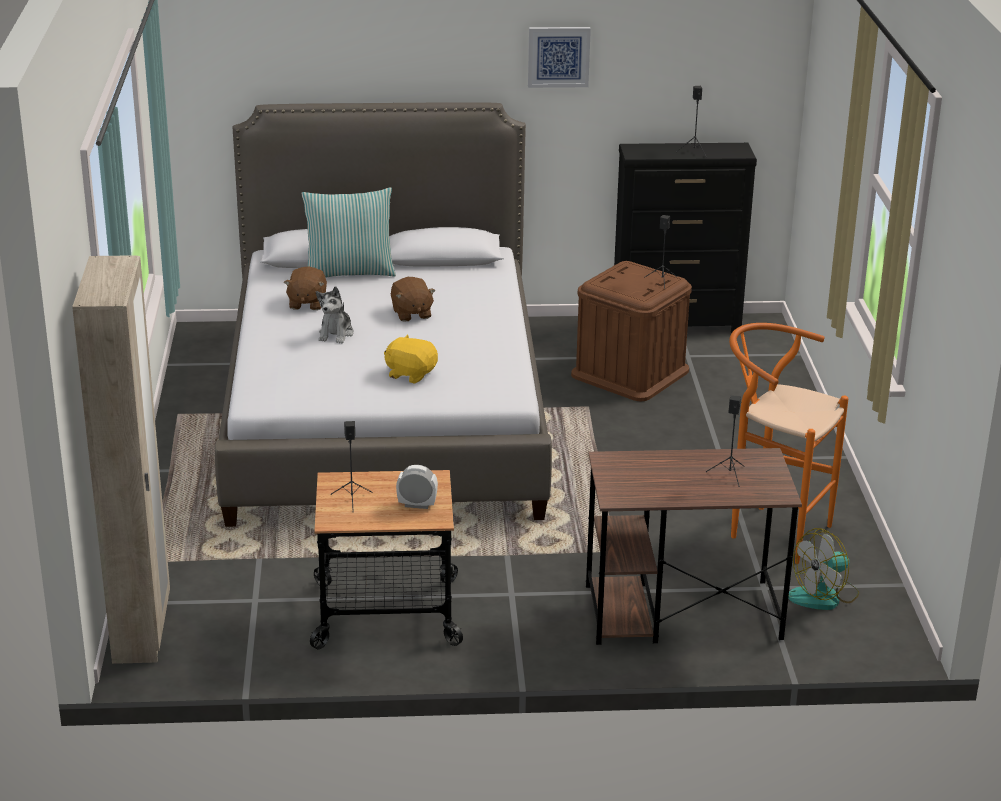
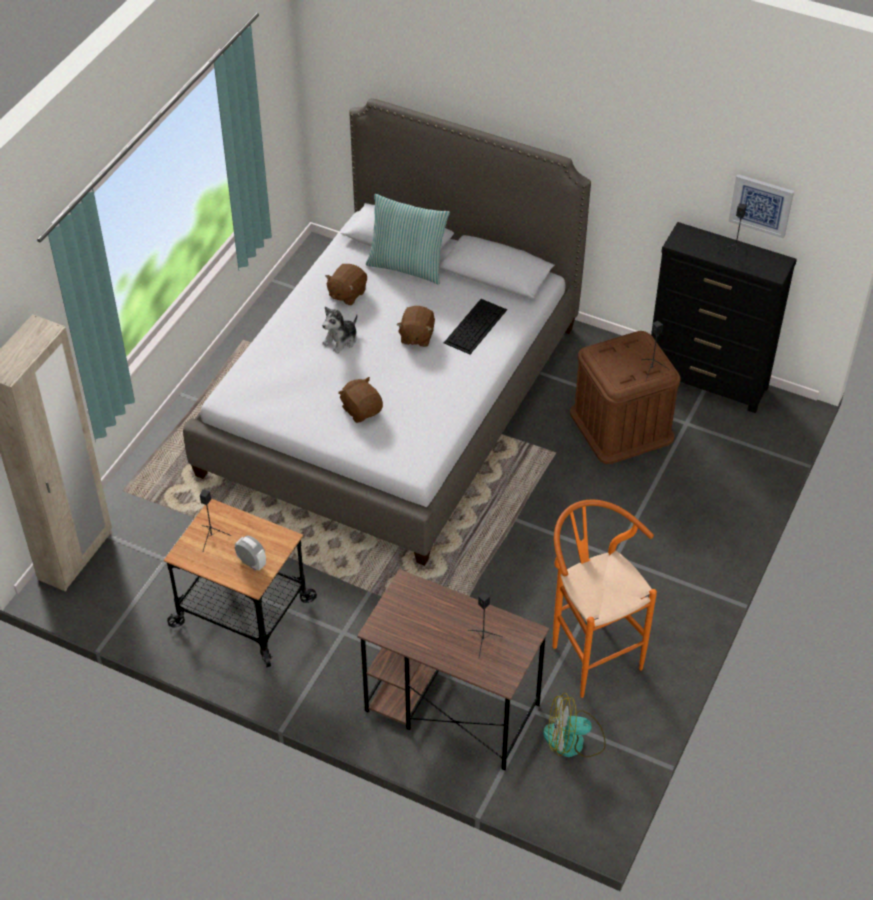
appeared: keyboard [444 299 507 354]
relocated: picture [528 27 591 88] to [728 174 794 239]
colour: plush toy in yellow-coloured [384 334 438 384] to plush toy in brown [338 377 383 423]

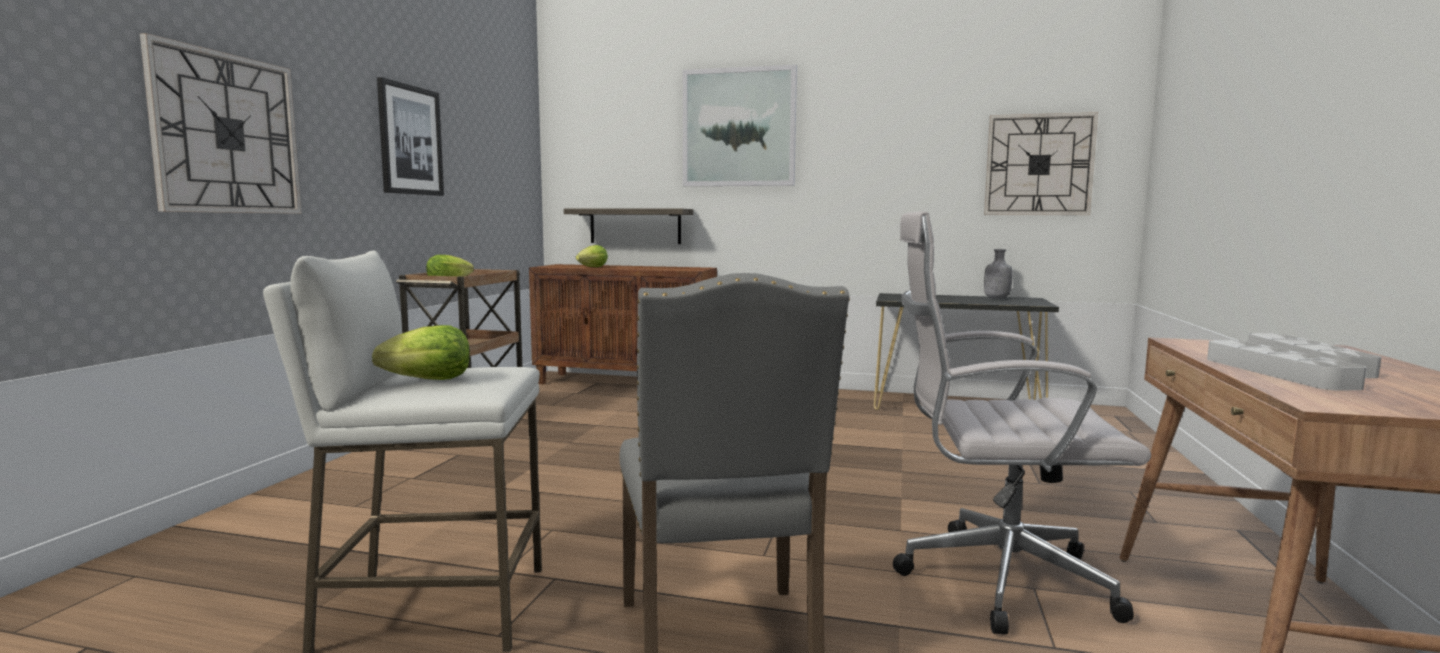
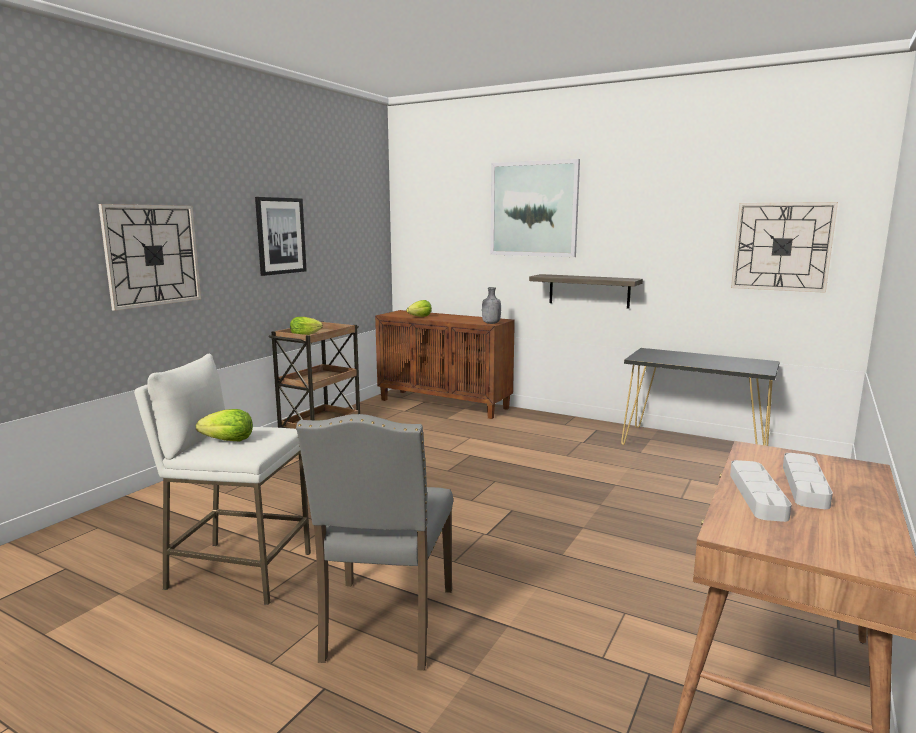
missing: desk chair in white-coloured [893 211 1151 635]
relocated: wall shelf [564 208 693 244] to [529 274 643 309]; drink bottle in greyish [984 249 1013 299] to [482 287 501 324]

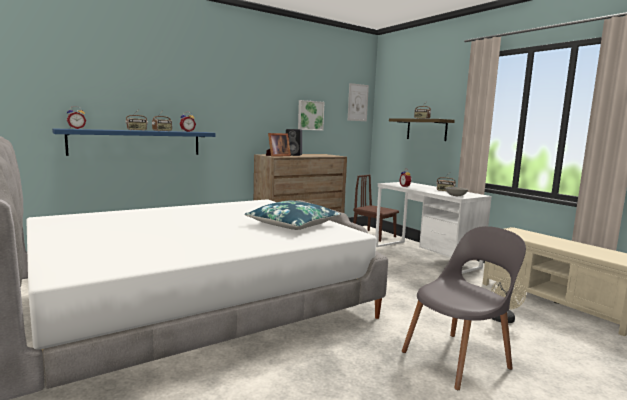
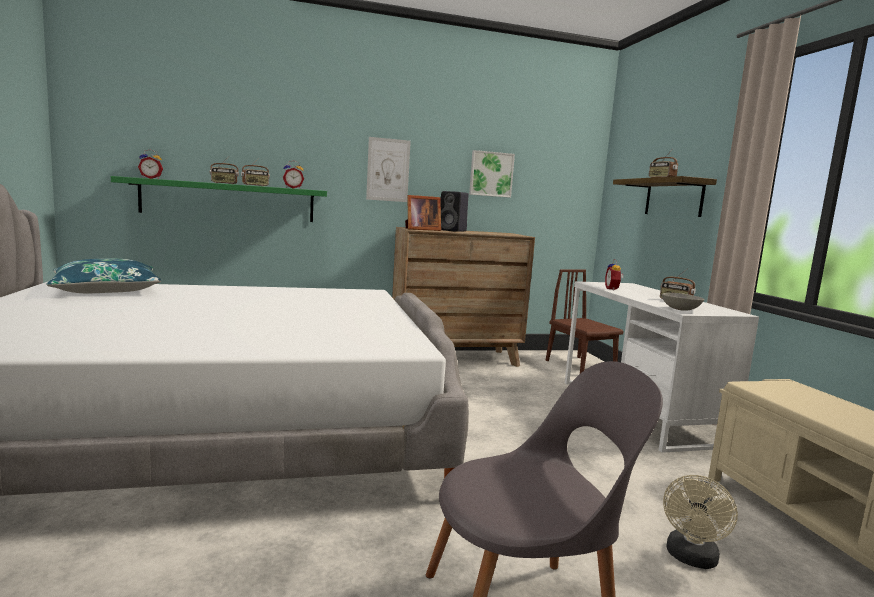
relocated: pillow in bluish [245 200 341 230] to [47 259 161 293]; picture [348 83 369 121] to [366 137 411 202]
colour: wall shelf in bluish [52 128 215 156] to wall shelf in greenish [111 176 327 222]

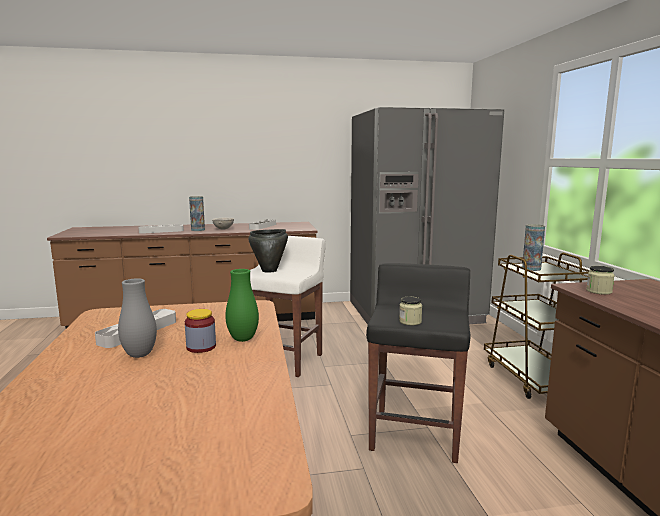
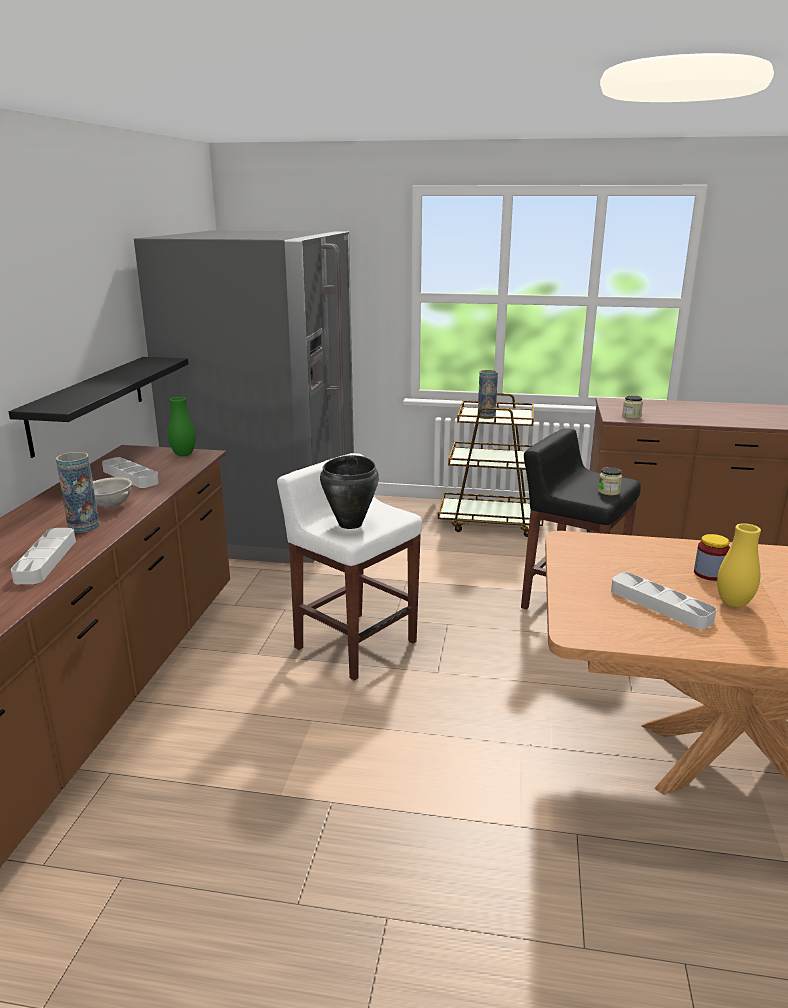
appeared: wall shelf in blackish [9 357 189 458]
relocated: decorative vase in greenish [225 269 259 342] to [168 397 196 456]
colour: decorative vase in greyish [118 278 157 358] to decorative vase in yellow-coloured [717 523 761 607]

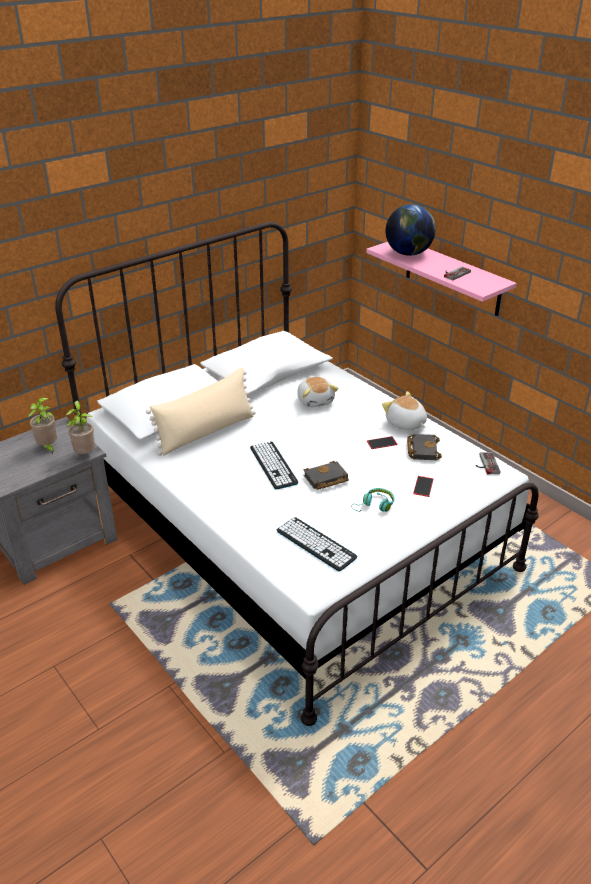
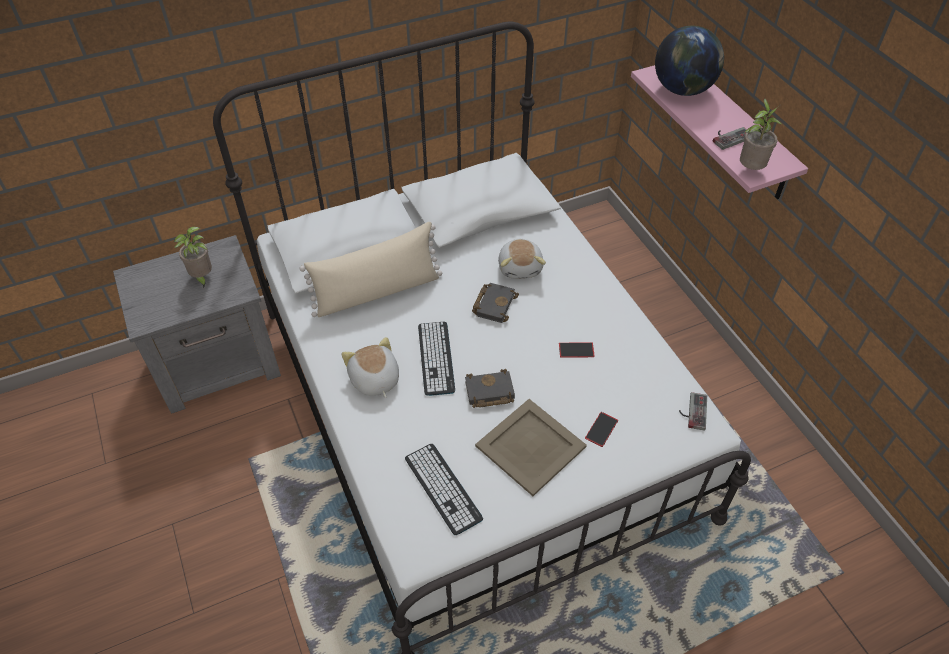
relocated: potted plant [66 401 95 454] to [740 99 781 170]; plush toy [382 391 427 430] to [342 337 399 398]; book in blackish [407 434 442 460] to [472 283 519 323]
exchanged: headset in turquoise-coloured [351 488 394 512] to tray in beige-coloured [475 399 587 496]

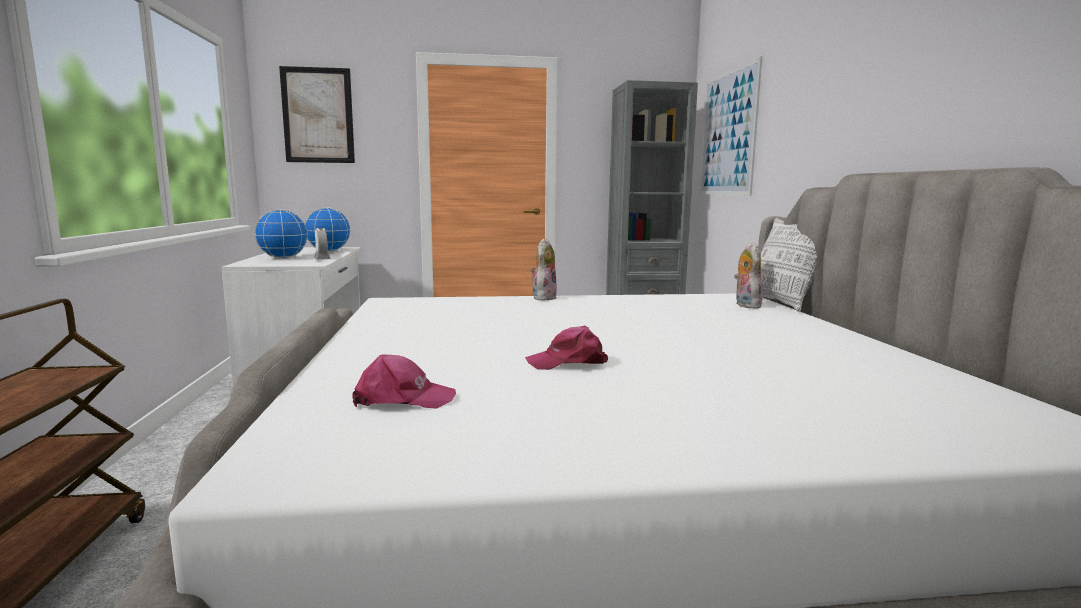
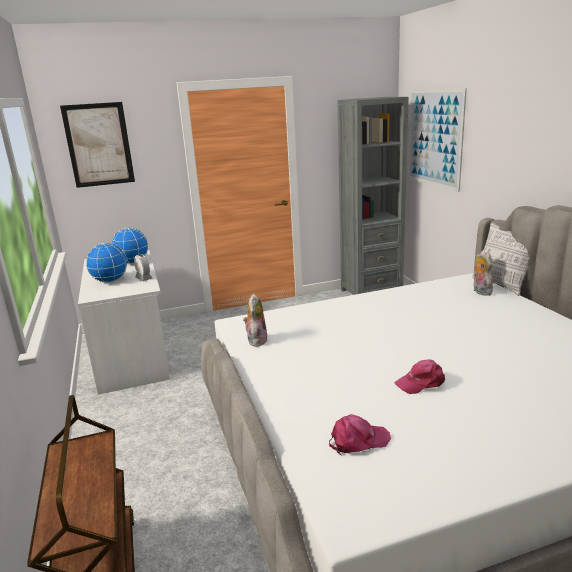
relocated: plush toy [530 238 557 301] to [243 294 268 347]

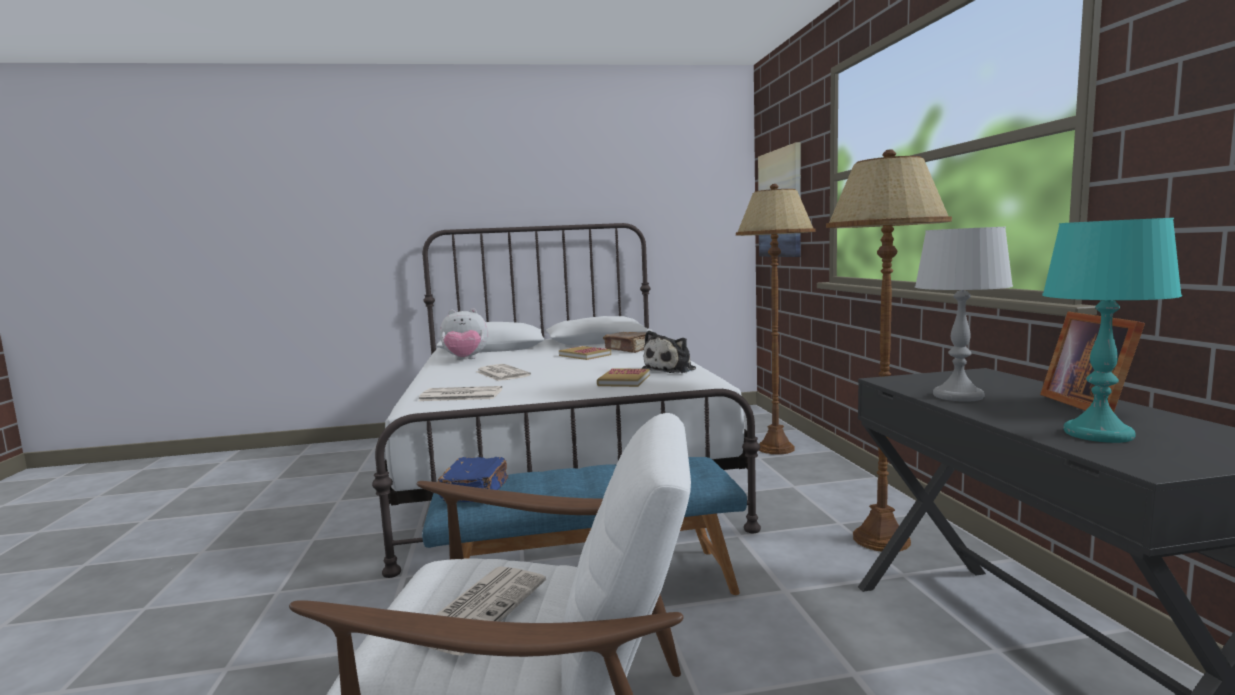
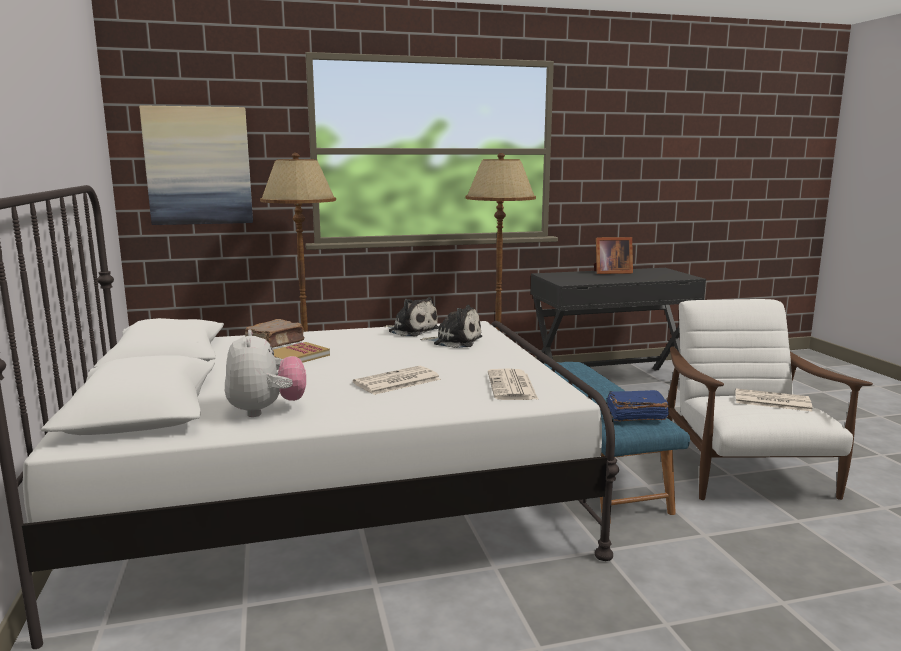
missing: lamp for a table in greyish [915 227 1013 402]; lamp for a table in turquoise-coloured [1042 218 1182 443]
exchanged: book [597 368 650 387] to plush toy [420 305 482 348]

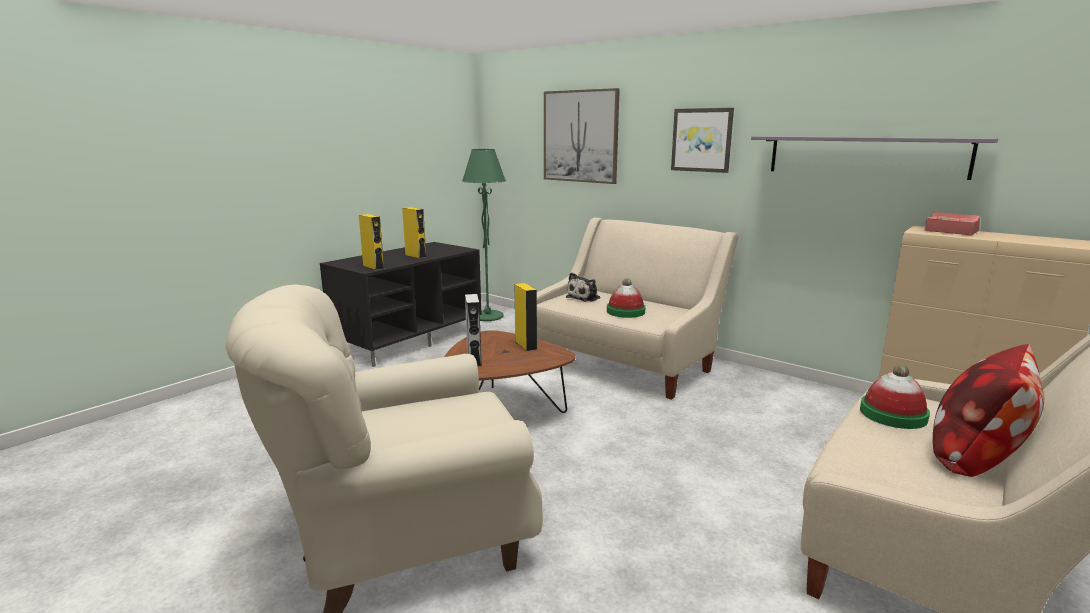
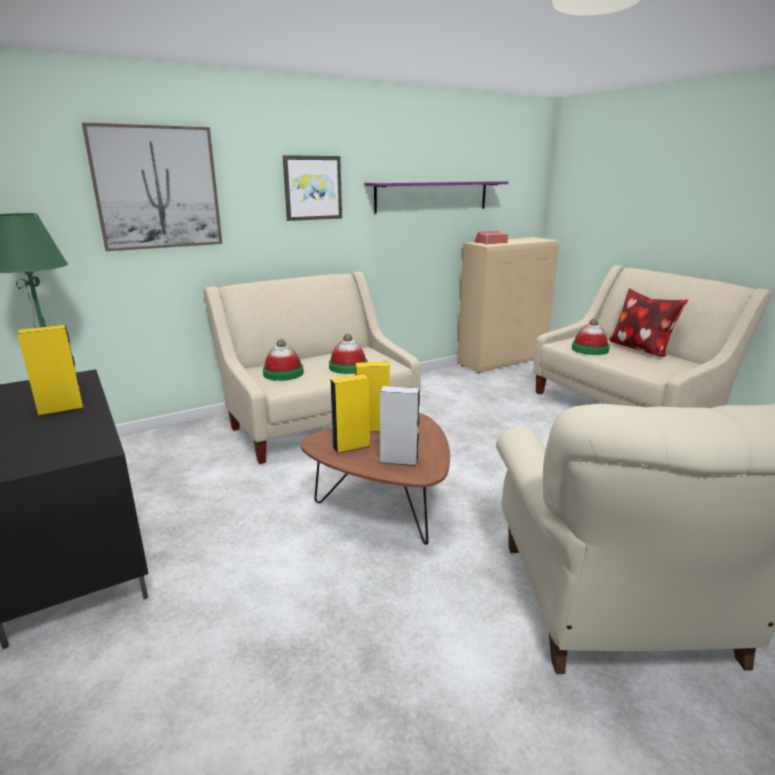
relocated: loudspeaker in yellow-coloured [359 214 384 270] to [331 374 371 453]
exchanged: plush toy [566 273 600 302] to hat [263 339 304 381]
colour: wall shelf in greyish [751 136 998 180] to wall shelf in purple [364 181 508 214]

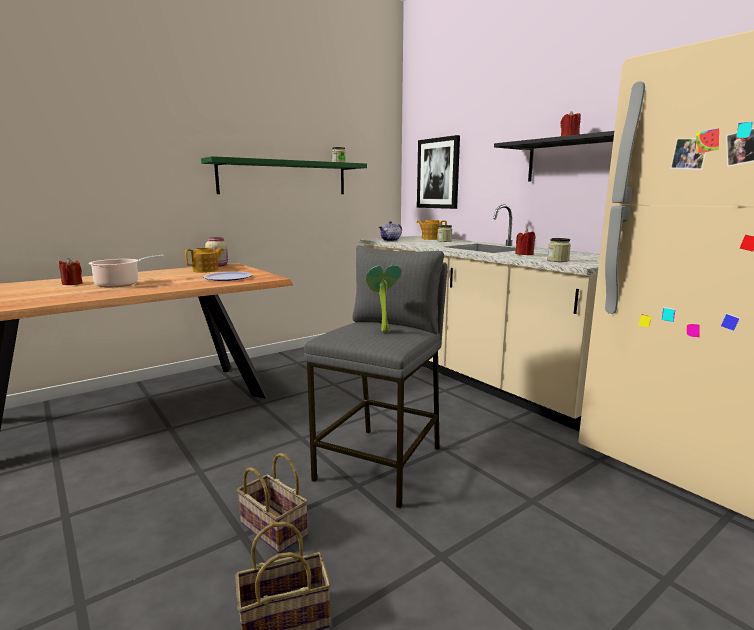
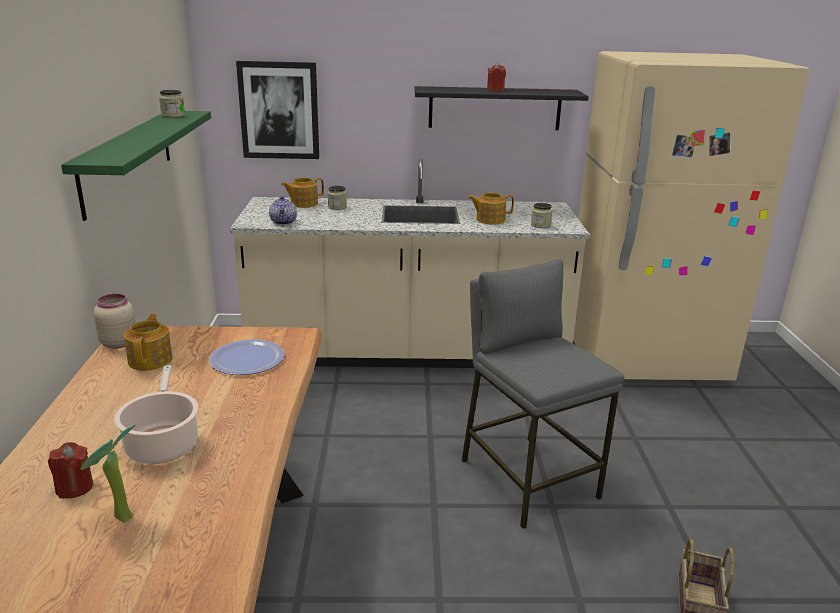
missing: basket [237 453 308 554]
relocated: potted plant [366 265 402 332] to [81 424 135 523]
exchanged: wax light in red-coloured [515 229 535 255] to teapot [468 193 514 225]

